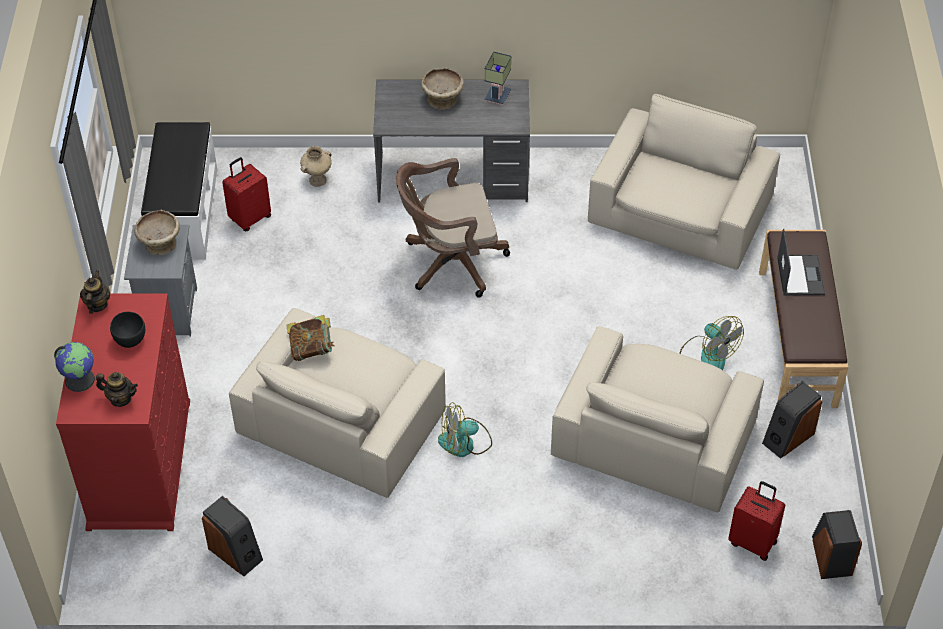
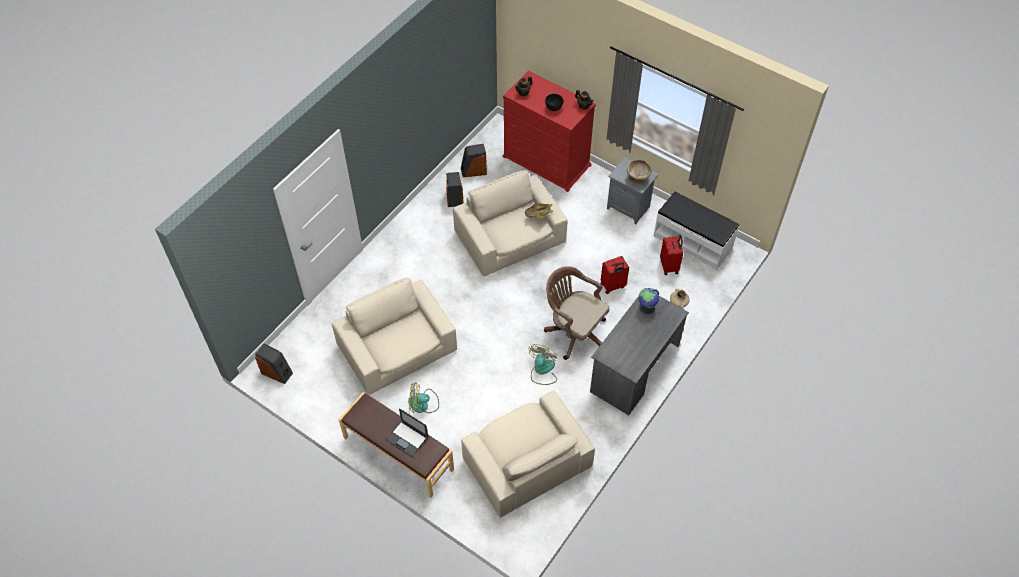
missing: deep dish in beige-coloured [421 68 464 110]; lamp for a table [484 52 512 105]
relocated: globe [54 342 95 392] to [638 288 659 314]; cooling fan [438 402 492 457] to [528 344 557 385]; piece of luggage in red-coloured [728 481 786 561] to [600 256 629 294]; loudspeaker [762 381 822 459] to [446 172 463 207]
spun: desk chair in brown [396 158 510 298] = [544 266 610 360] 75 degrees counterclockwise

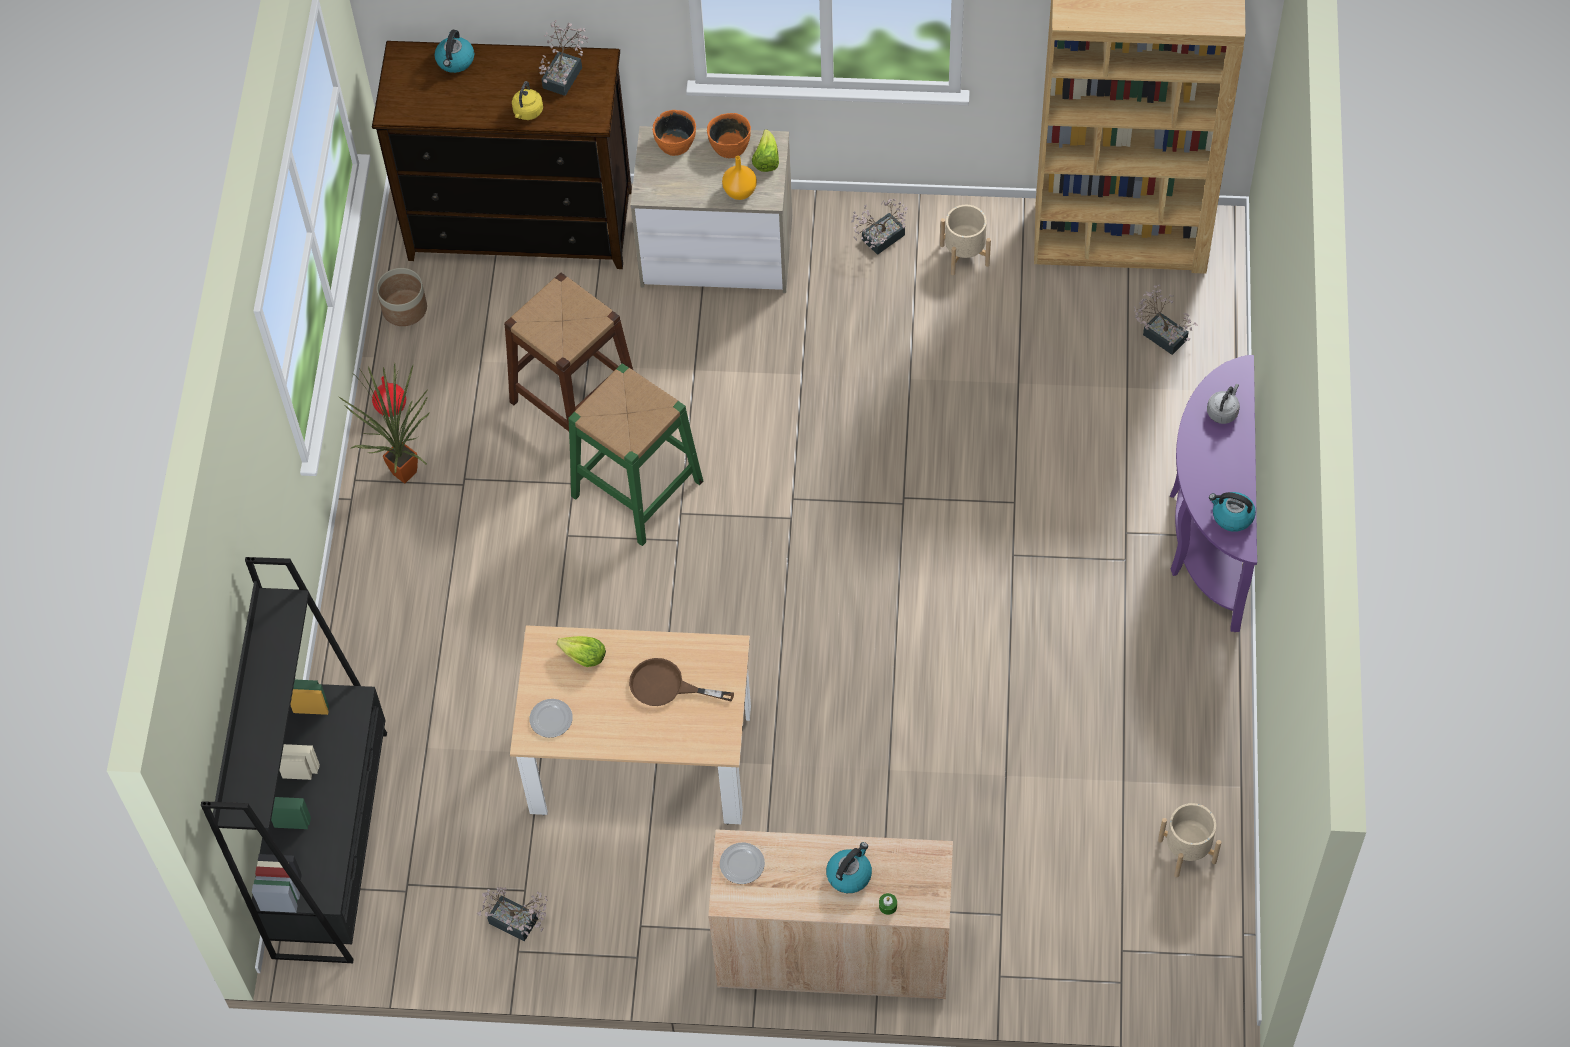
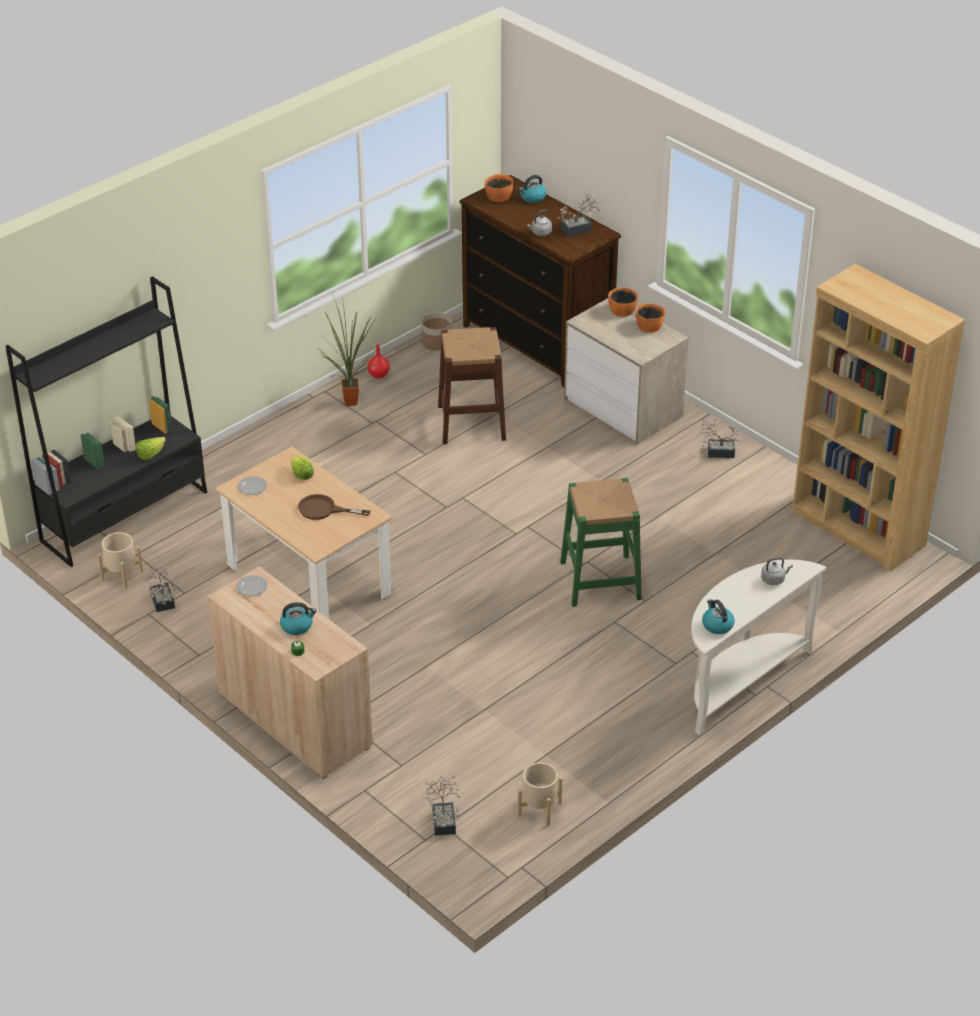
missing: decorative vase in orange [722 156 757 200]
appeared: deep dish in orange [484 174 513 202]
relocated: stool seat in greenish [568 363 703 546] to [560 478 642 607]; lettuce [752 129 779 172] to [136 437 166 460]; plant pot in beige-coloured [940 205 991 275] to [97 532 143 589]; potted plant [1134 284 1198 355] to [422 775 460 835]
colour: water kettle in yellow-coloured [512 81 543 120] to water kettle in greyish [527 210 552 236]; hall table in purple [1170 355 1257 632] to hall table in white-coloured [691 560 826 735]
spun: frying pan in brown [629 658 734 706] = [298 494 371 520] 45 degrees counterclockwise

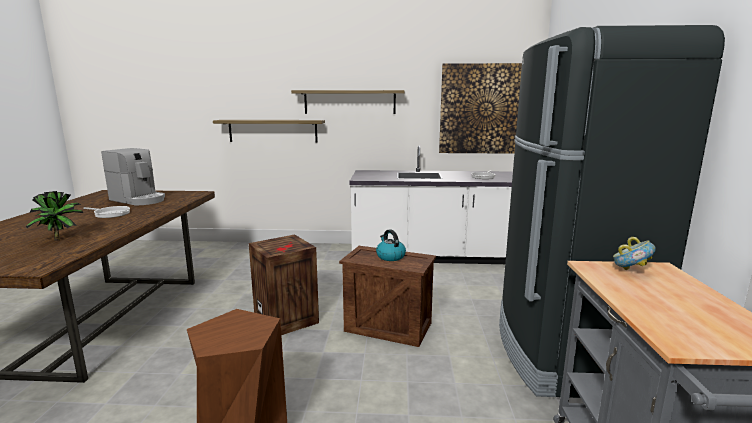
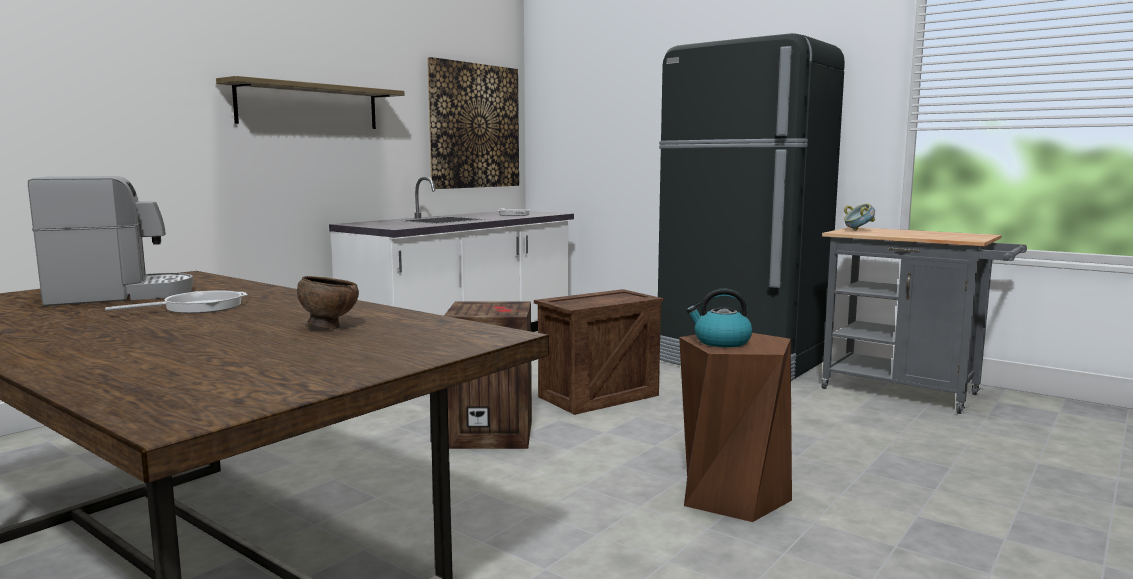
missing: wall shelf [213 120 325 142]
relocated: water kettle [376 229 406 261] to [687 289 752 347]
exchanged: potted plant [26 191 83 241] to deep dish in brown [297 276 359 329]

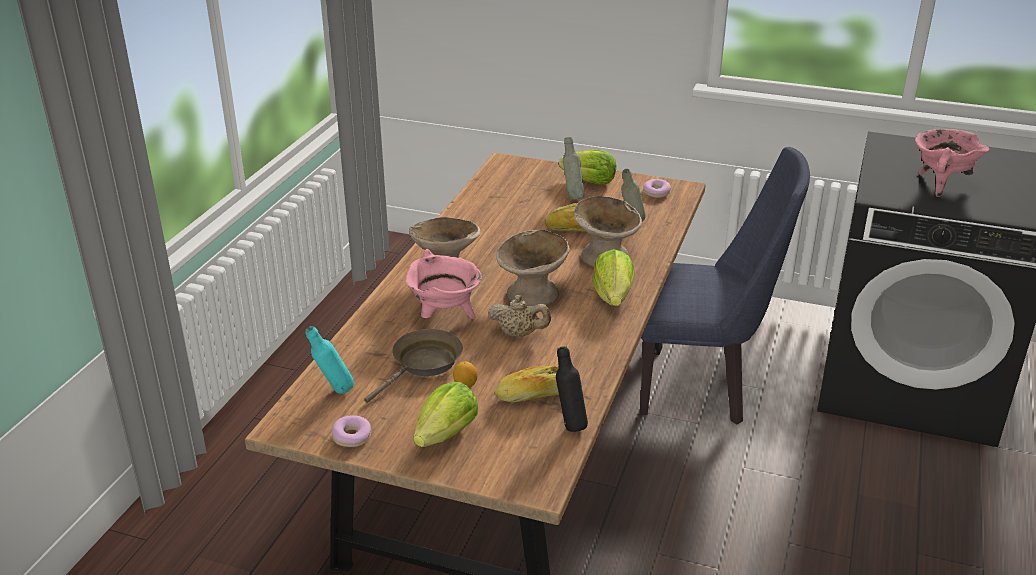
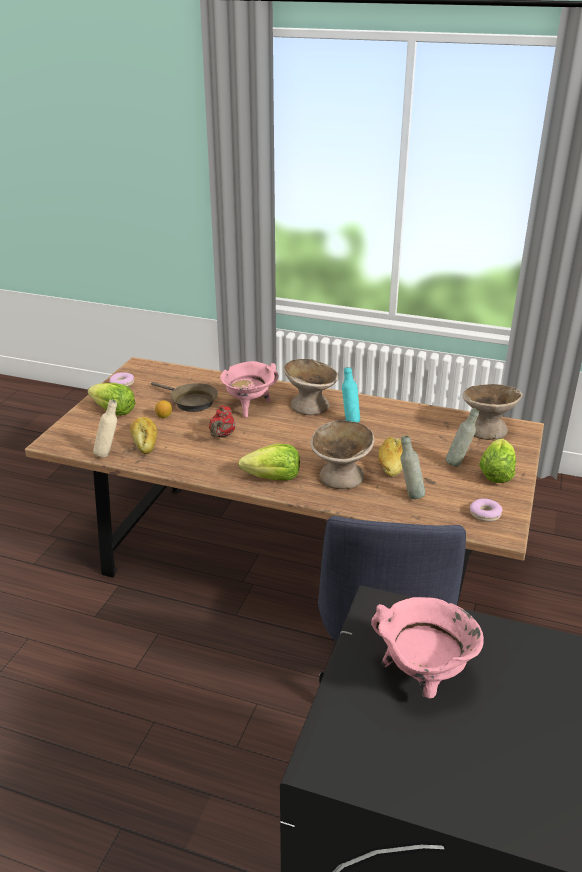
relocated: drink bottle in turquoise-coloured [305 326 354 394] to [342 367 360 423]; deep dish in beige-coloured [496 229 570 306] to [462 384 523 440]
colour: teapot in beige-coloured [488 295 551 337] to teapot in red-coloured [209 406 235 438]; drink bottle in blackish [556 346 588 432] to drink bottle in beige-coloured [93 399 117 458]

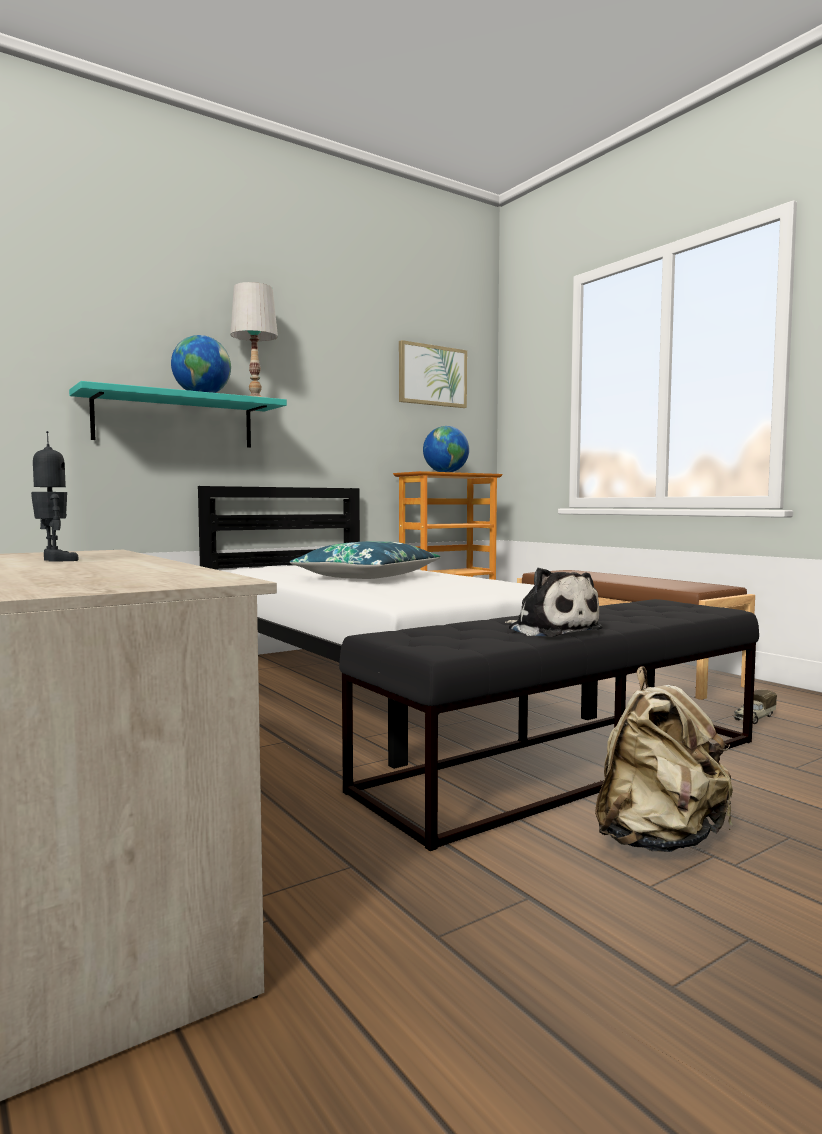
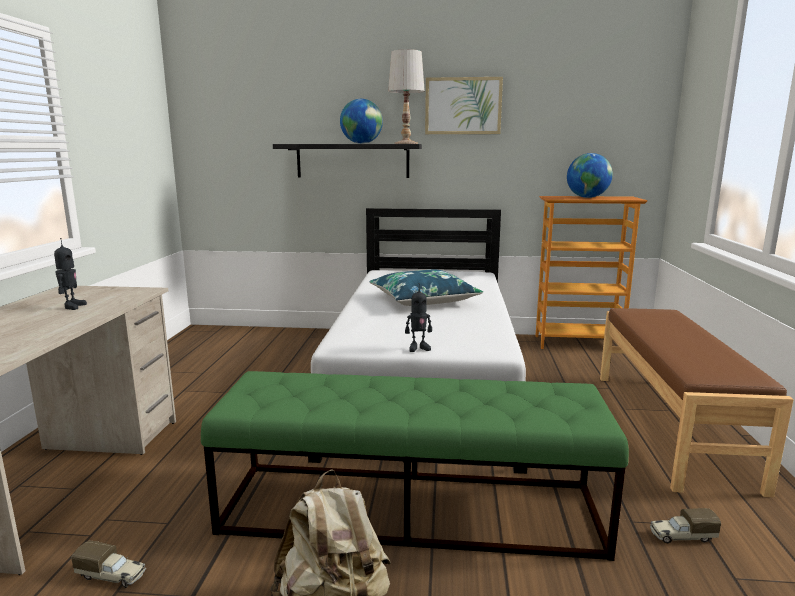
missing: plush toy [505 568 603 637]
appeared: model truck [71 540 146 588]; toy robot [405 283 432 352]
relocated: picture [399 340 467 408] to [425 77 503 134]
colour: wall shelf in turquoise-coloured [69 381 287 448] to wall shelf in blackish [273 144 422 178]; indoor bench in blackish [339 599 759 851] to indoor bench in greenish [201 371 629 561]

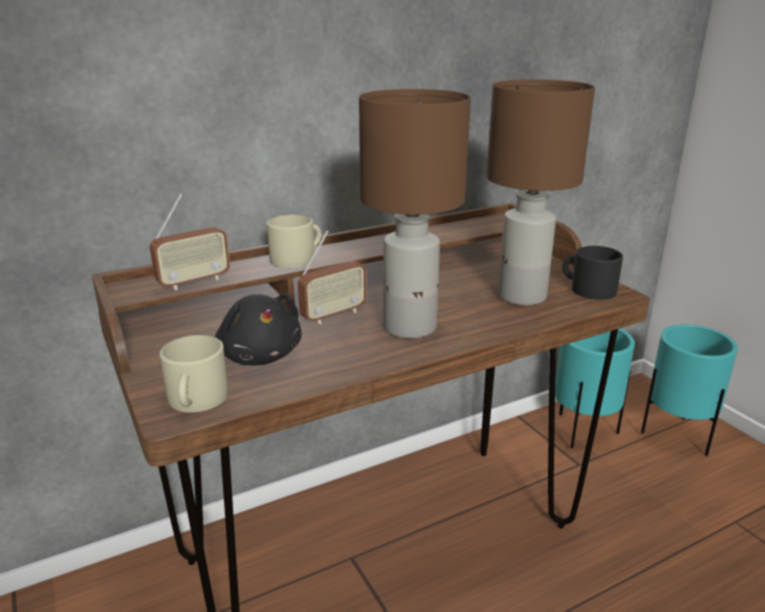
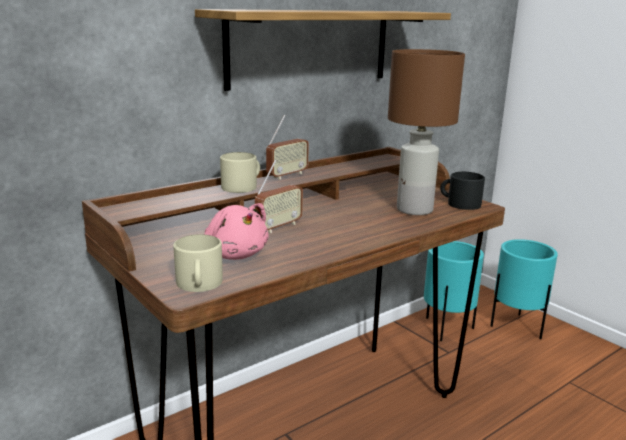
missing: lamp for a table in brown [359 89 471 339]
appeared: wall shelf [195 9 451 91]
relocated: radio receiver [150 193 230 290] to [266 115 309 180]
colour: plush toy in blackish [215 294 302 365] to plush toy in pink [204 203 269 260]

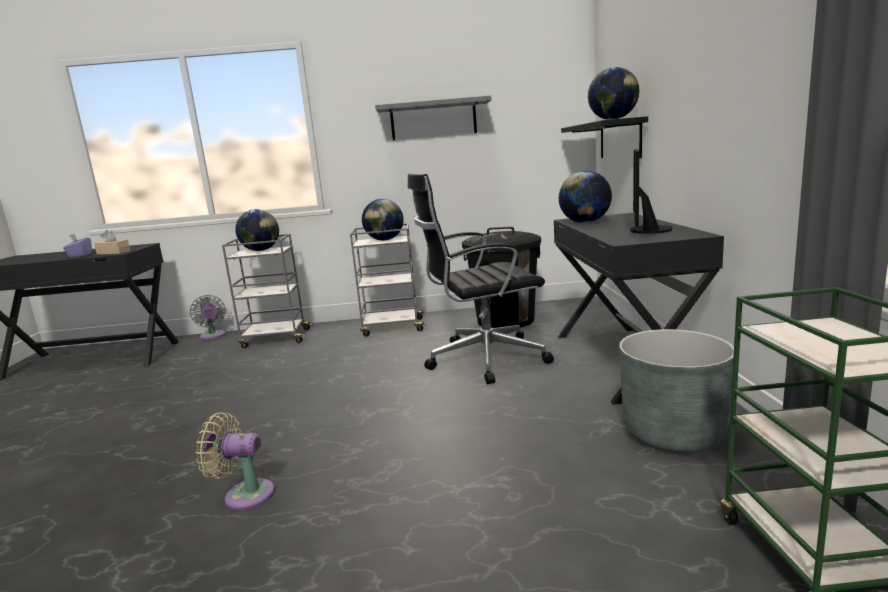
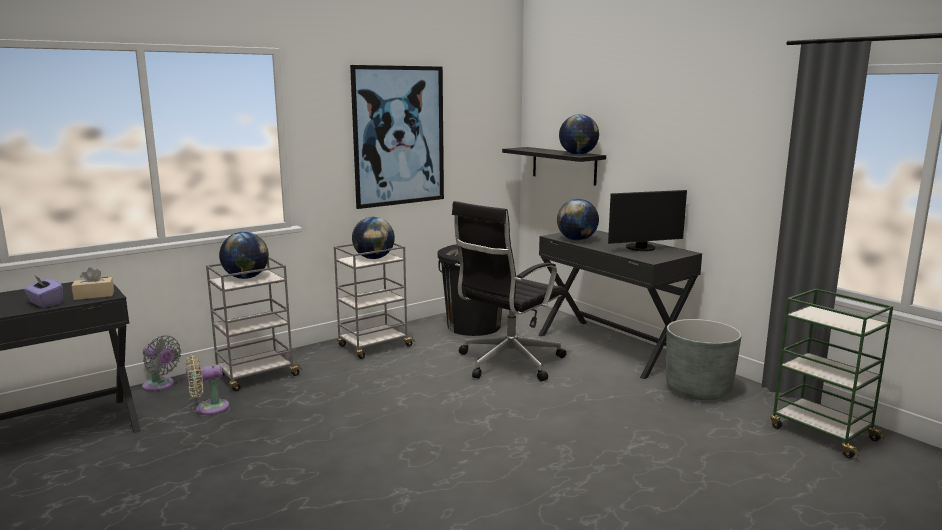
relocated: cooling fan in beige-coloured [196 412 275 510] to [185 355 230 415]
exchanged: wall shelf in greyish [375 96 491 140] to picture [350 65 444 209]
spun: computer display [631 149 673 234] = [608 190 687 251] 90 degrees counterclockwise

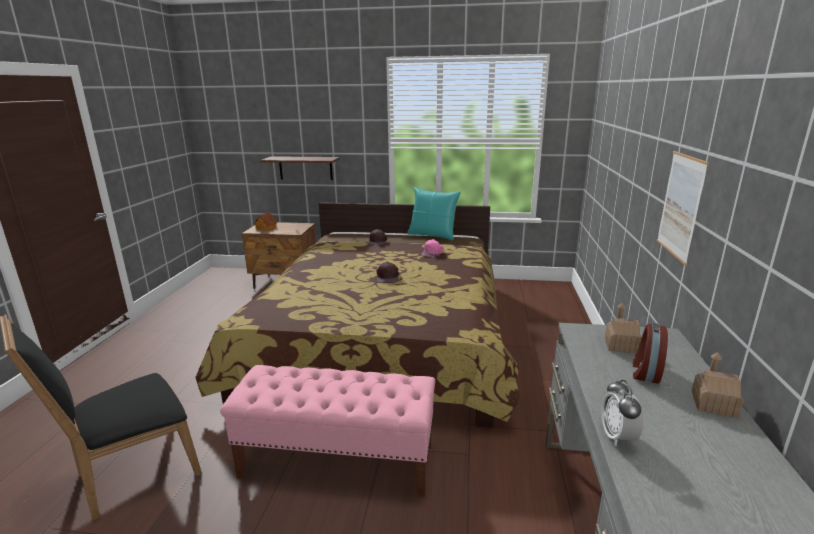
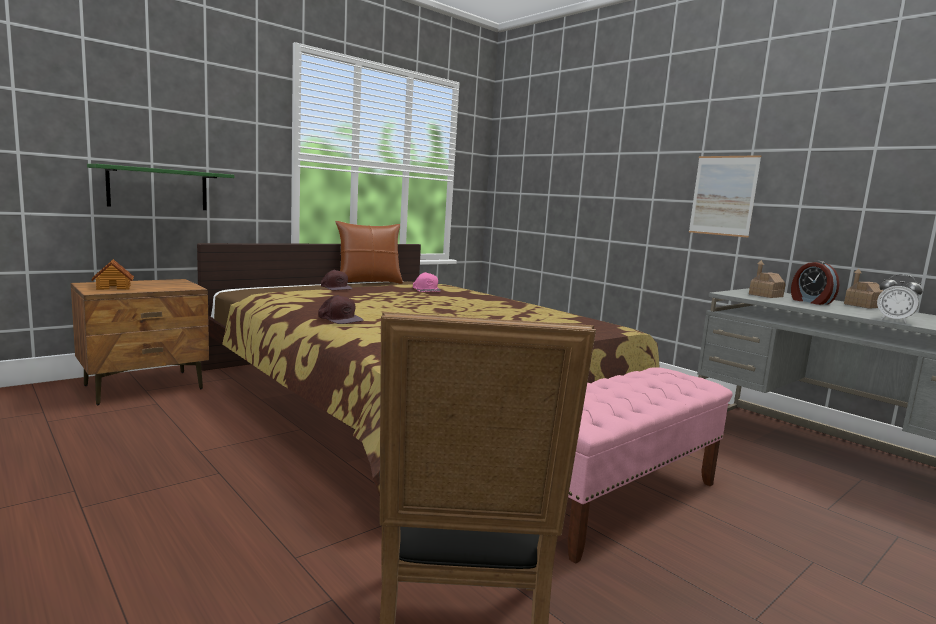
relocated: cap in brown [377 262 399 283] to [318 295 363 324]
colour: wall shelf in brown [260 156 340 180] to wall shelf in greenish [87 164 234 210]; pillow in turquoise-coloured [407 187 461 240] to pillow in brown [335 221 403 284]

